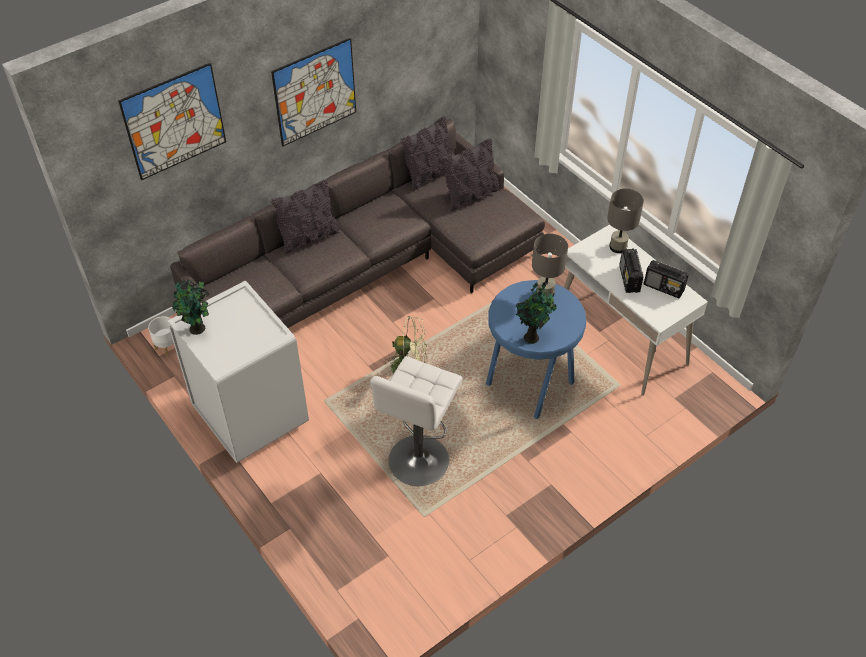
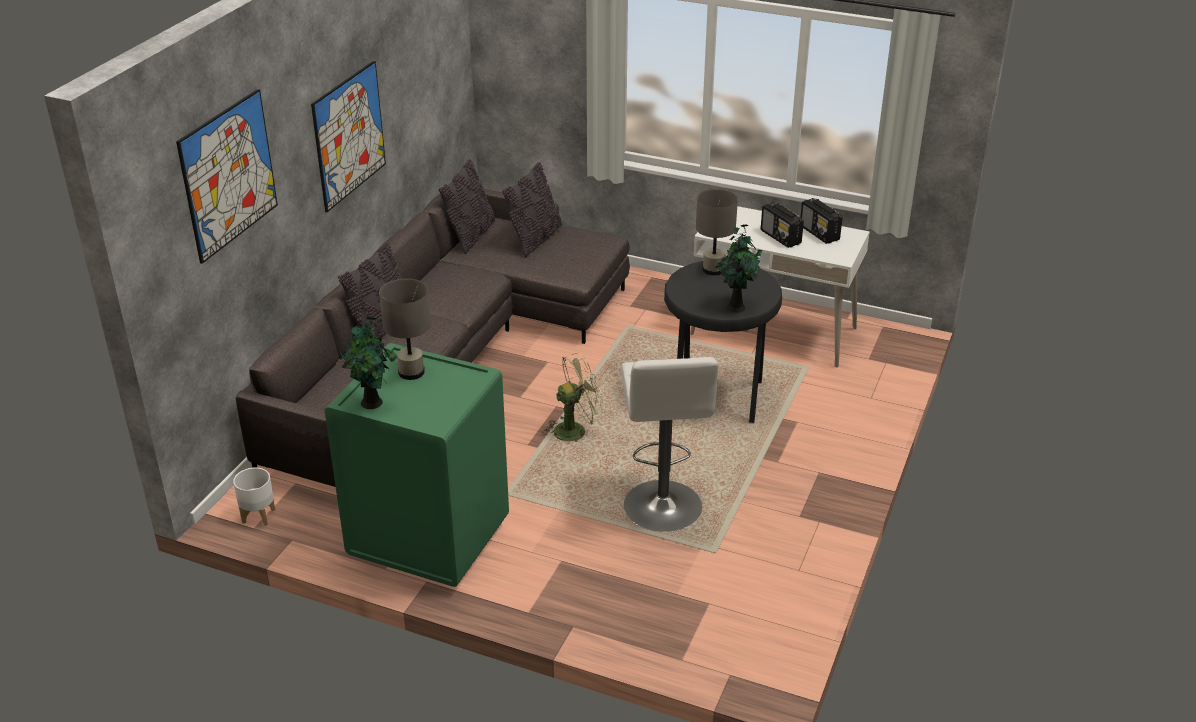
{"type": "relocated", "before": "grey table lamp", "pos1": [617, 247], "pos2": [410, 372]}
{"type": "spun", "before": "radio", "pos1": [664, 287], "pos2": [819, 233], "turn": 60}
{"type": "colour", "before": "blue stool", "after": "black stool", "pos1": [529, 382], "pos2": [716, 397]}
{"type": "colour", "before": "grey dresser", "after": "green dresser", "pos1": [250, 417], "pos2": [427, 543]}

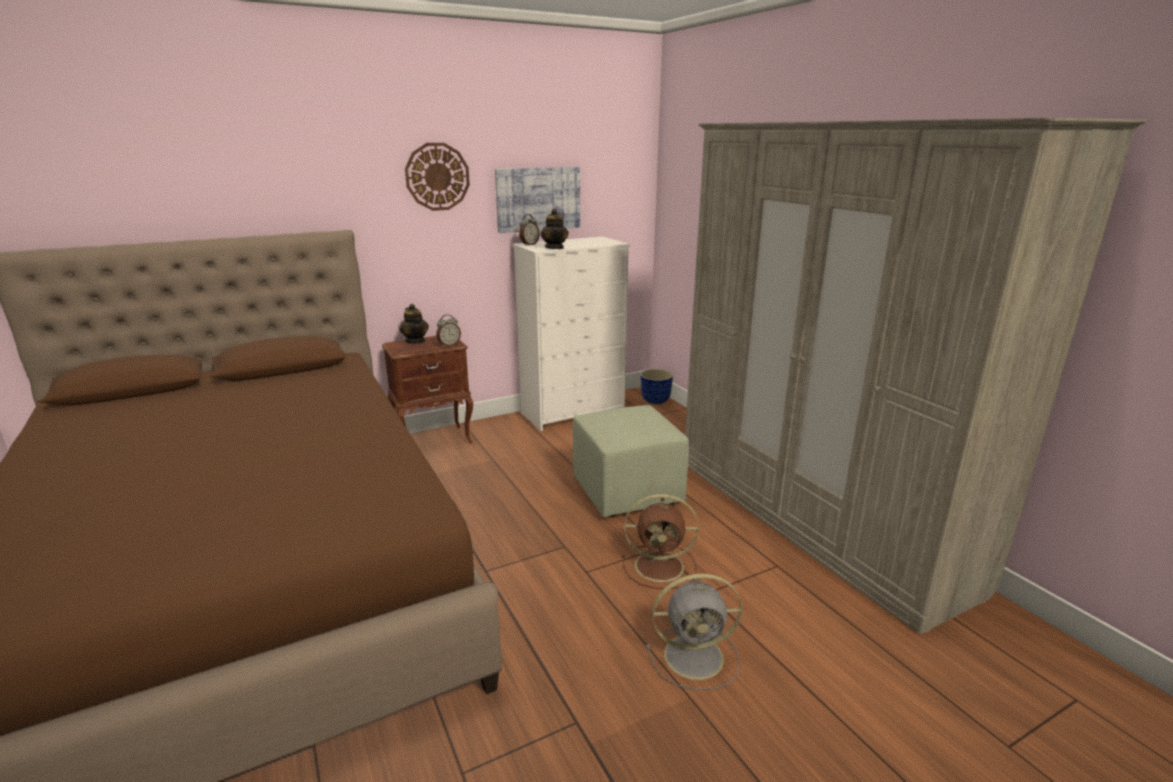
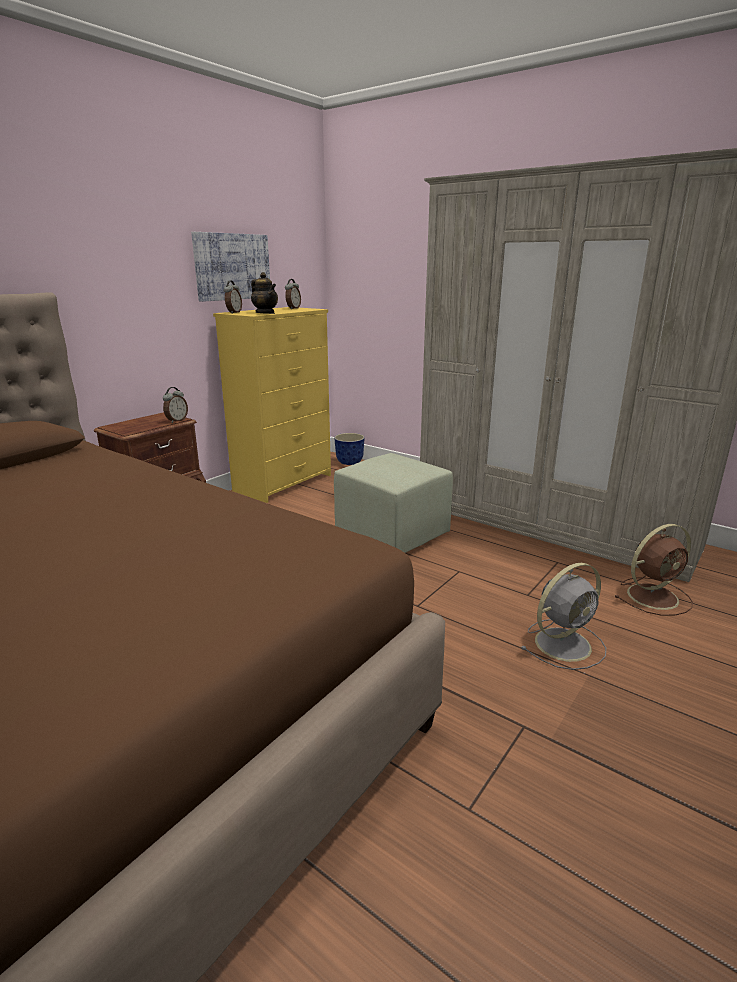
{"type": "missing", "before": "wall clock", "pos1": [437, 177]}
{"type": "colour", "before": "white dresser", "after": "yellow dresser", "pos1": [574, 412], "pos2": [284, 483]}
{"type": "missing", "before": "teapot", "pos1": [415, 341]}
{"type": "relocated", "before": "brown fan", "pos1": [661, 566], "pos2": [654, 596]}
{"type": "appeared", "after": "alarm clock", "pos2": [293, 308]}

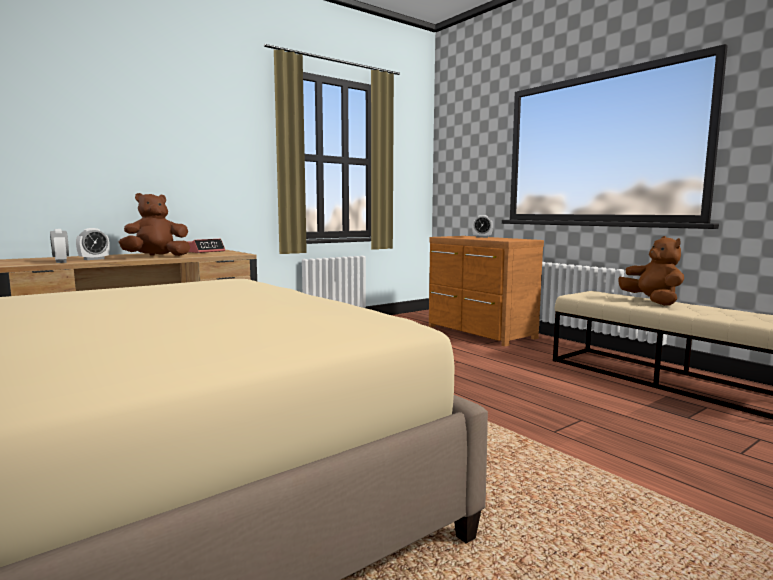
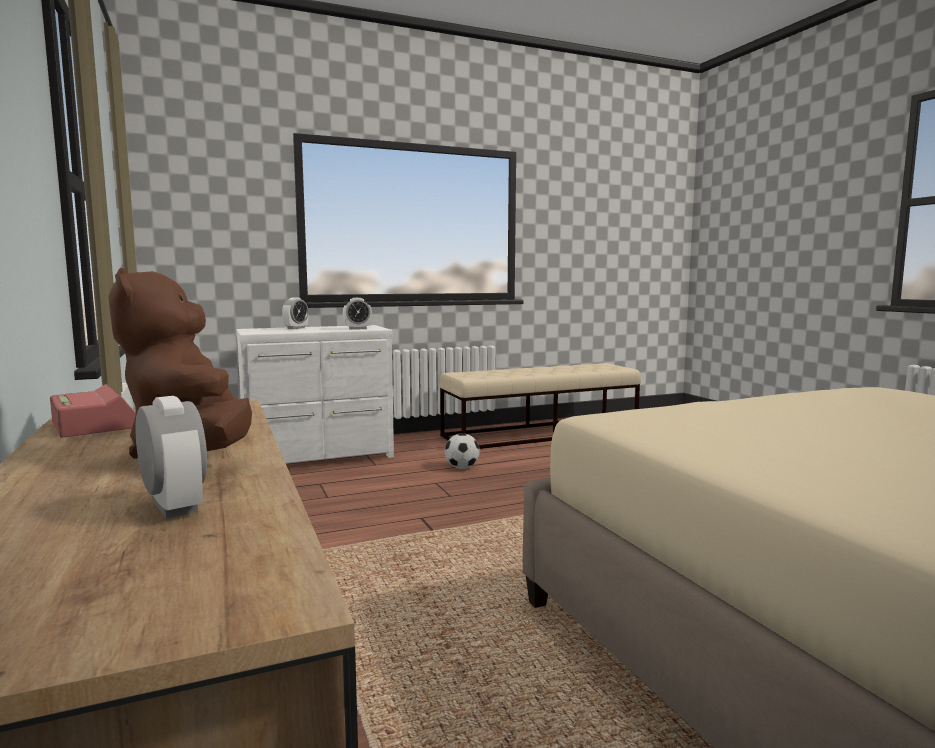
{"type": "relocated", "before": "alarm clock", "pos1": [61, 262], "pos2": [357, 329]}
{"type": "colour", "before": "brown dresser", "after": "white dresser", "pos1": [479, 332], "pos2": [320, 456]}
{"type": "missing", "before": "brown plush toy", "pos1": [652, 302]}
{"type": "appeared", "after": "football", "pos2": [462, 468]}

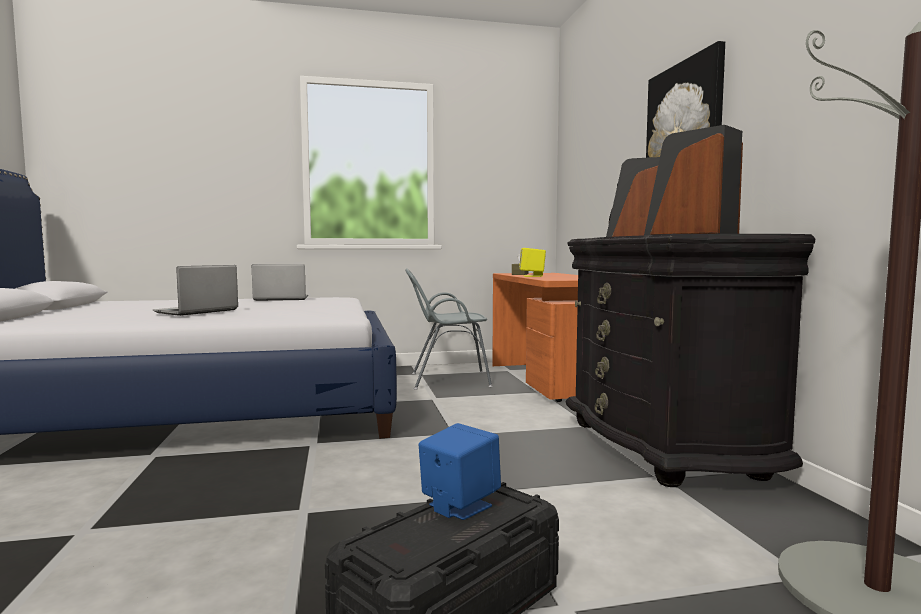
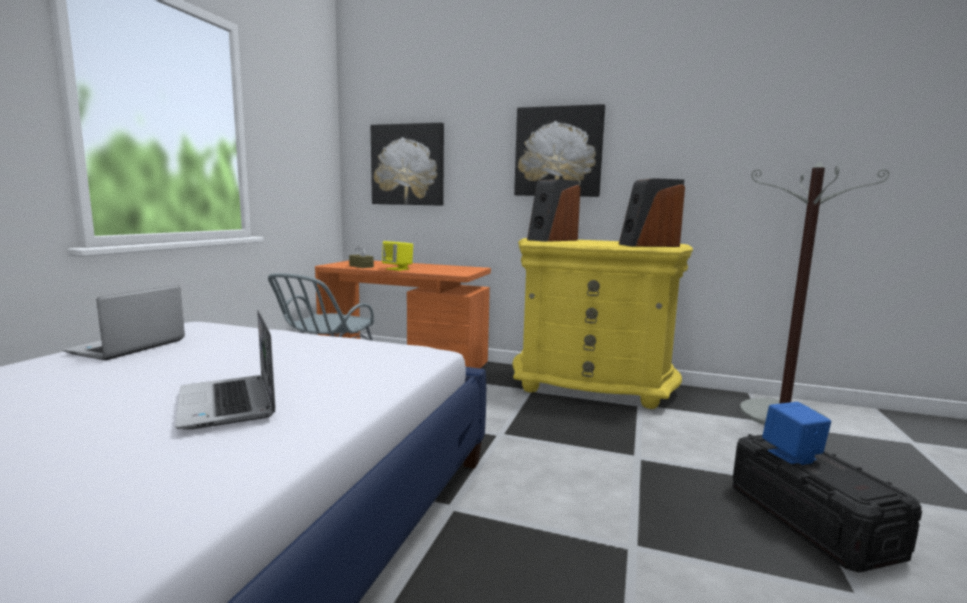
{"type": "colour", "before": "black dresser", "after": "yellow dresser", "pos1": [658, 447], "pos2": [591, 388]}
{"type": "appeared", "after": "picture", "pos2": [408, 165]}

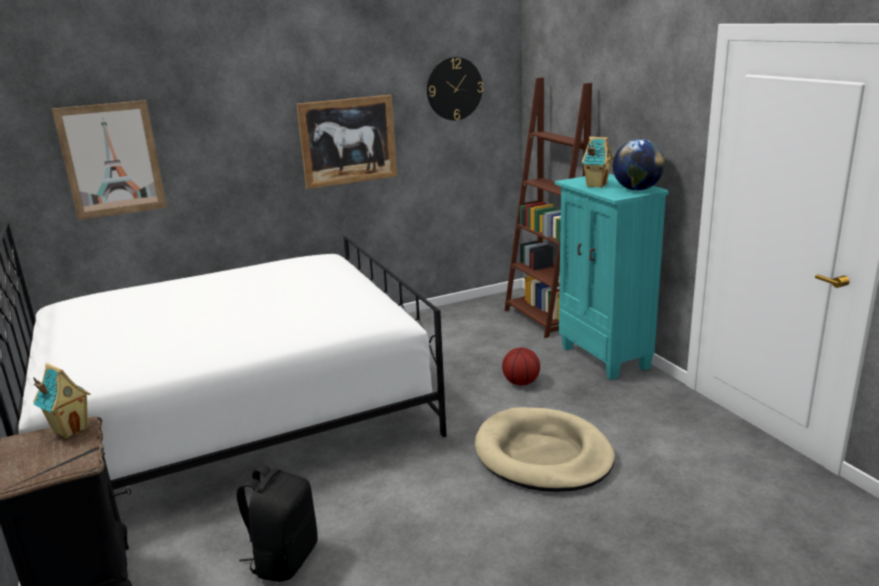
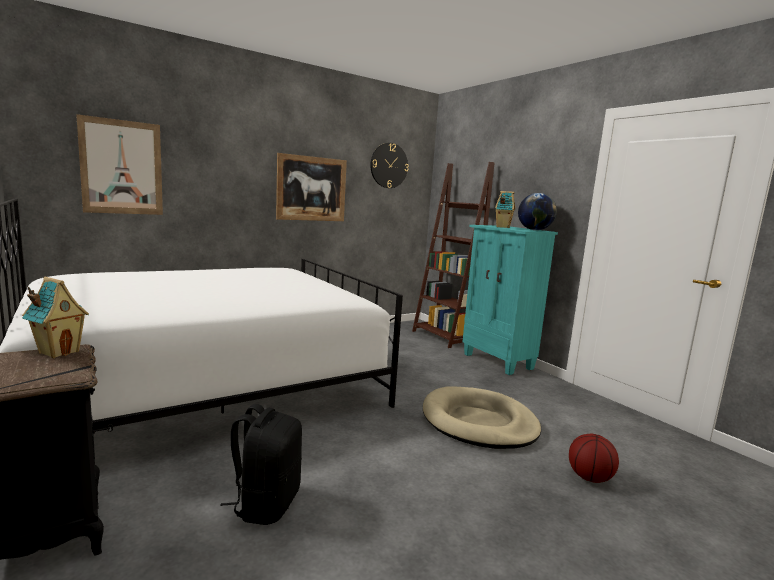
{"type": "relocated", "before": "basketball", "pos1": [521, 383], "pos2": [590, 478]}

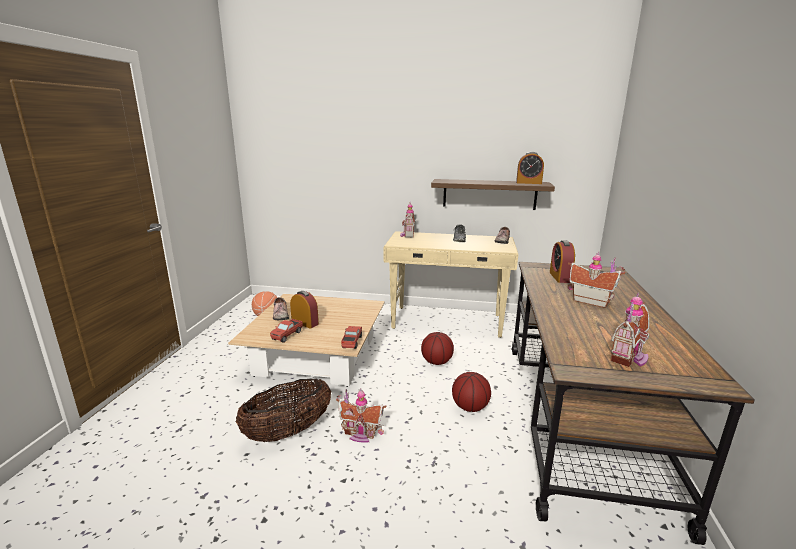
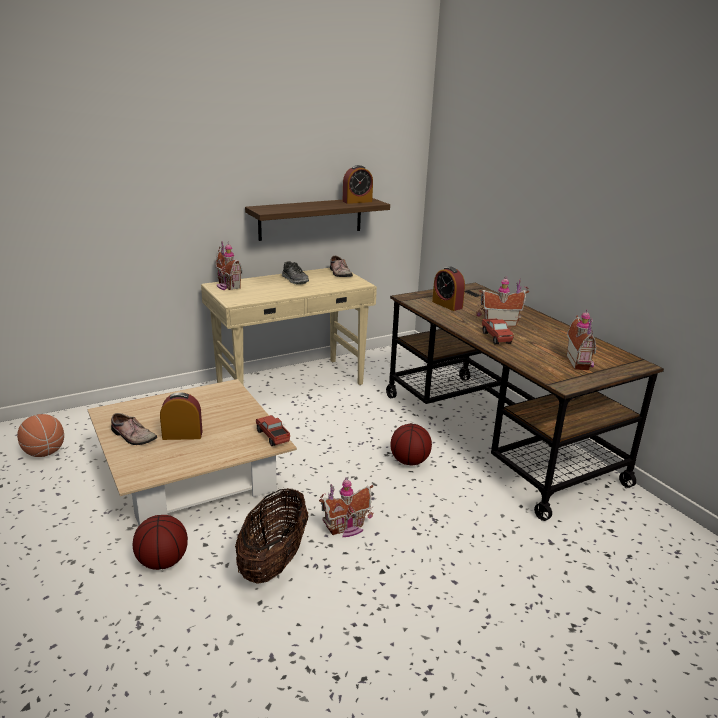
{"type": "relocated", "before": "toy truck", "pos1": [287, 335], "pos2": [496, 338]}
{"type": "relocated", "before": "basketball", "pos1": [436, 362], "pos2": [162, 562]}

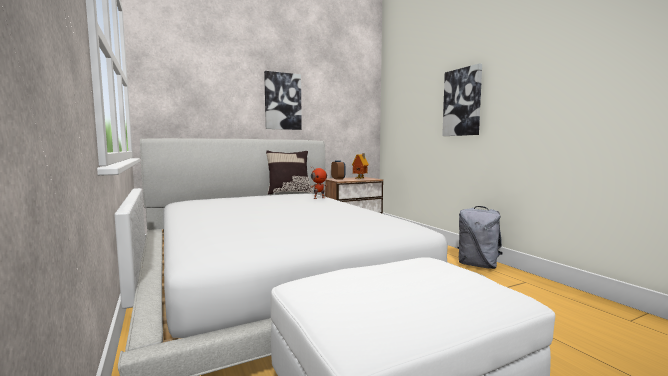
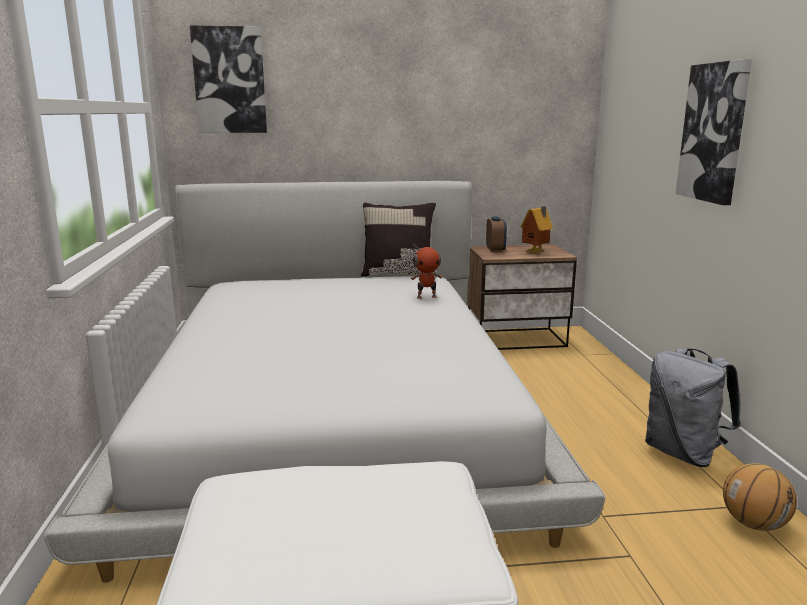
{"type": "relocated", "before": "picture", "pos1": [282, 101], "pos2": [230, 80]}
{"type": "appeared", "after": "basketball", "pos2": [754, 524]}

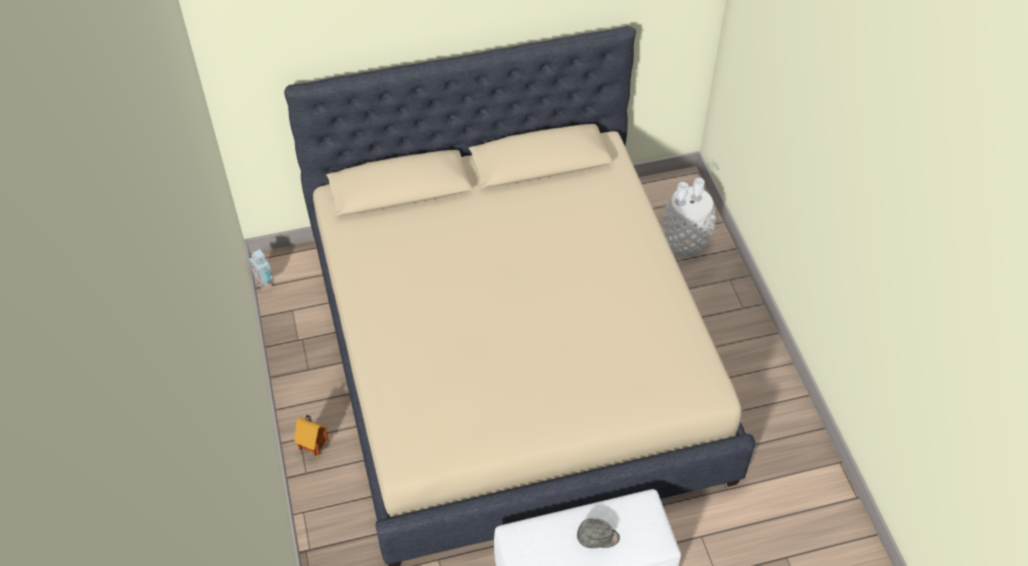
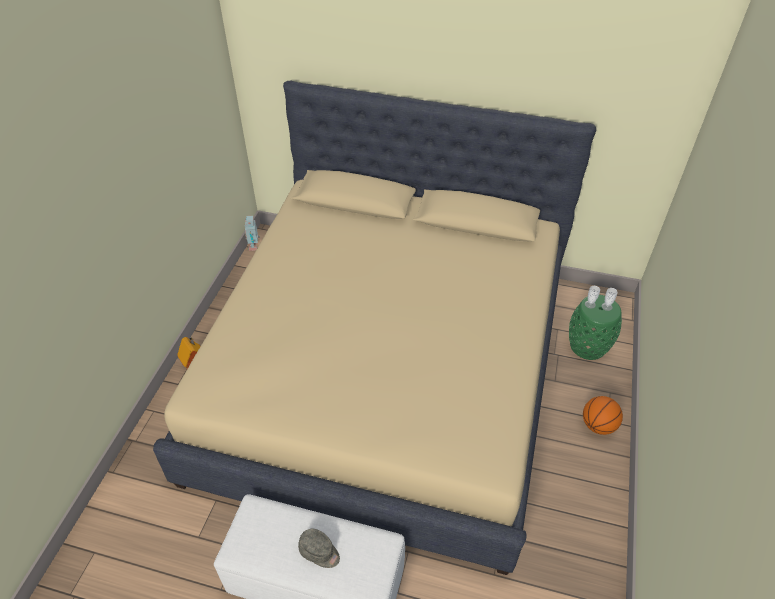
{"type": "colour", "before": "white stool", "after": "green stool", "pos1": [684, 242], "pos2": [587, 346]}
{"type": "appeared", "after": "basketball", "pos2": [598, 425]}

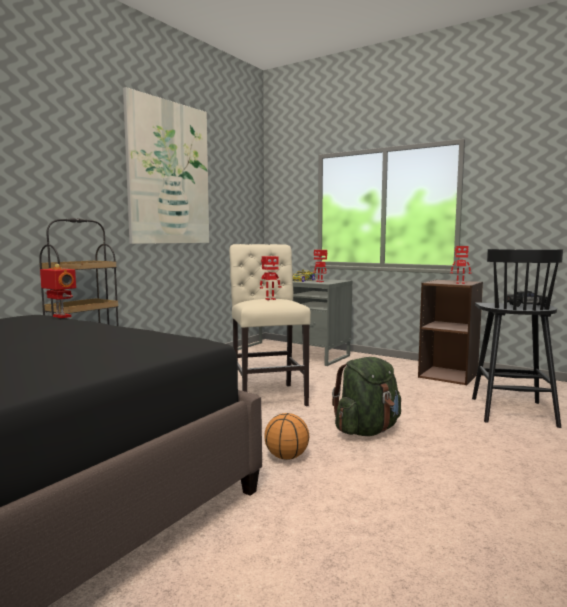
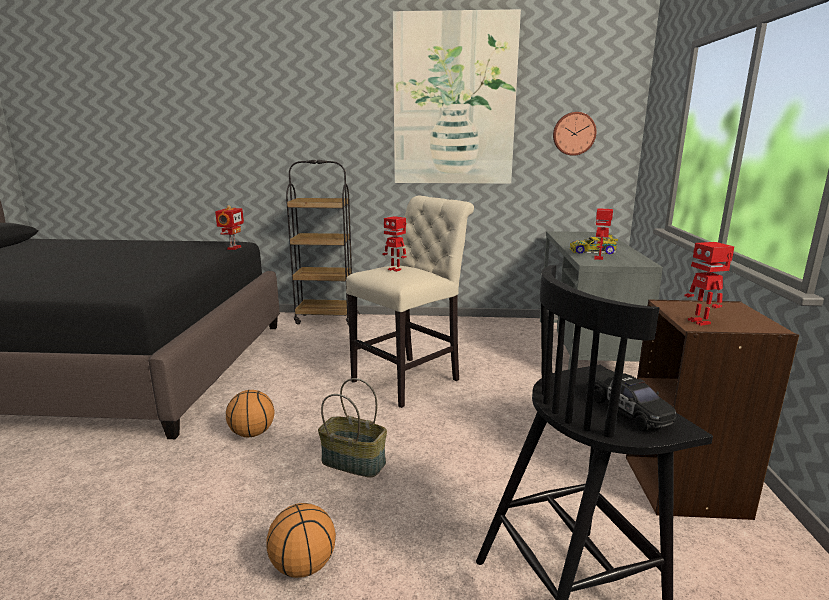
{"type": "exchanged", "before": "green backpack", "after": "basket", "pos1": [367, 430], "pos2": [354, 462]}
{"type": "appeared", "after": "wall clock", "pos2": [573, 133]}
{"type": "appeared", "after": "basketball", "pos2": [303, 567]}

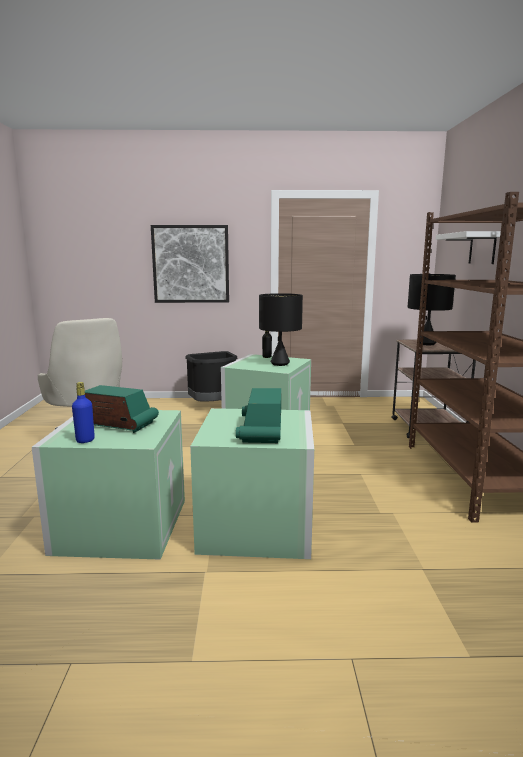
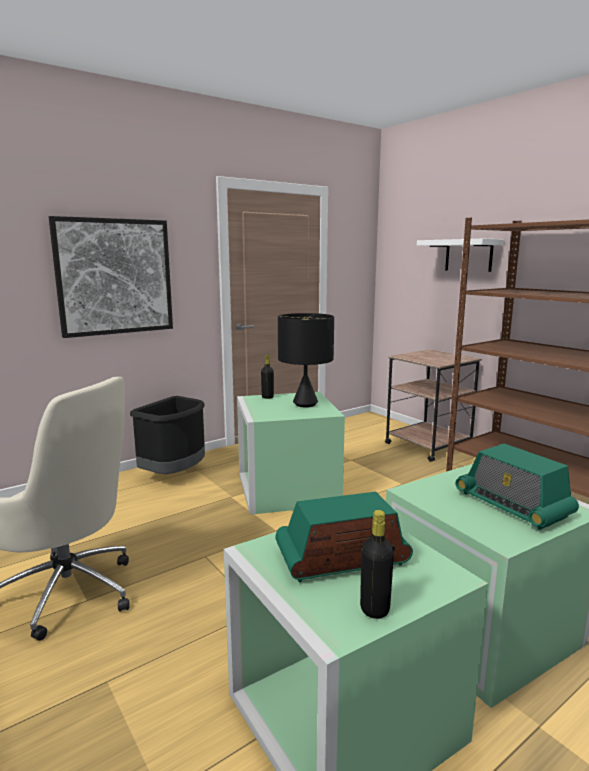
{"type": "missing", "before": "black table lamp", "pos1": [426, 344]}
{"type": "colour", "before": "blue bottle", "after": "black bottle", "pos1": [85, 440], "pos2": [374, 609]}

